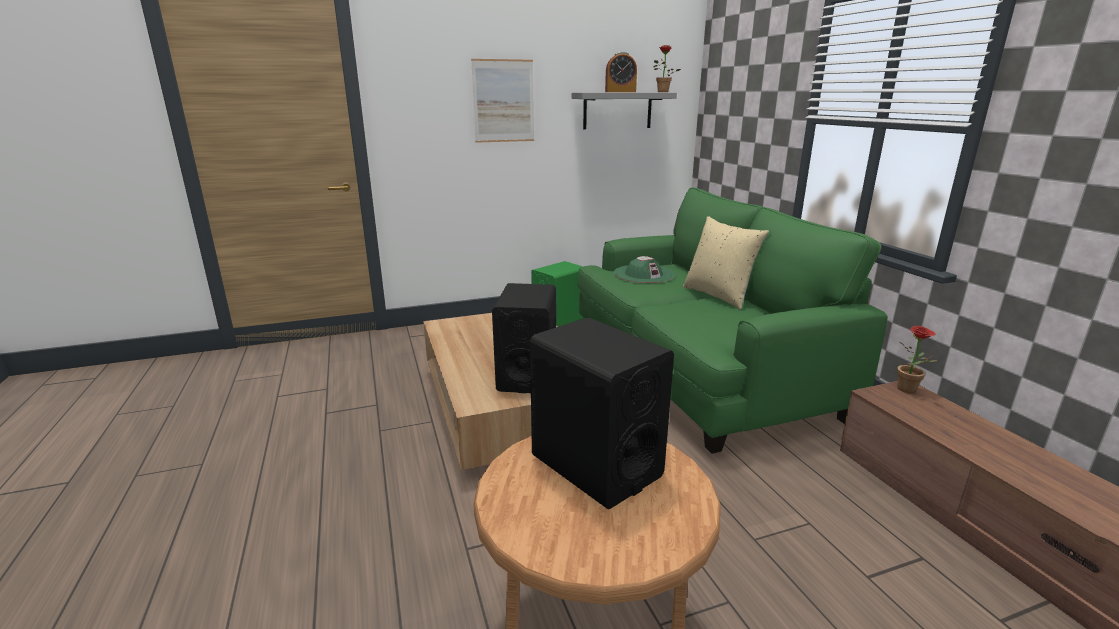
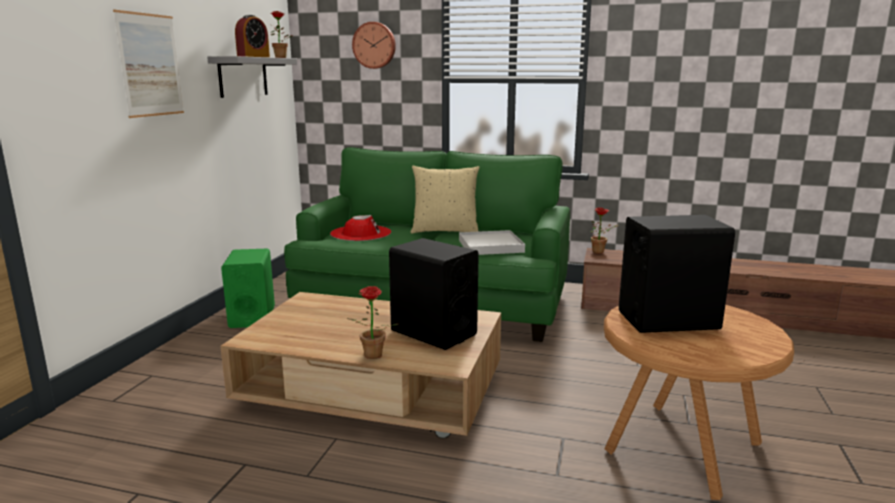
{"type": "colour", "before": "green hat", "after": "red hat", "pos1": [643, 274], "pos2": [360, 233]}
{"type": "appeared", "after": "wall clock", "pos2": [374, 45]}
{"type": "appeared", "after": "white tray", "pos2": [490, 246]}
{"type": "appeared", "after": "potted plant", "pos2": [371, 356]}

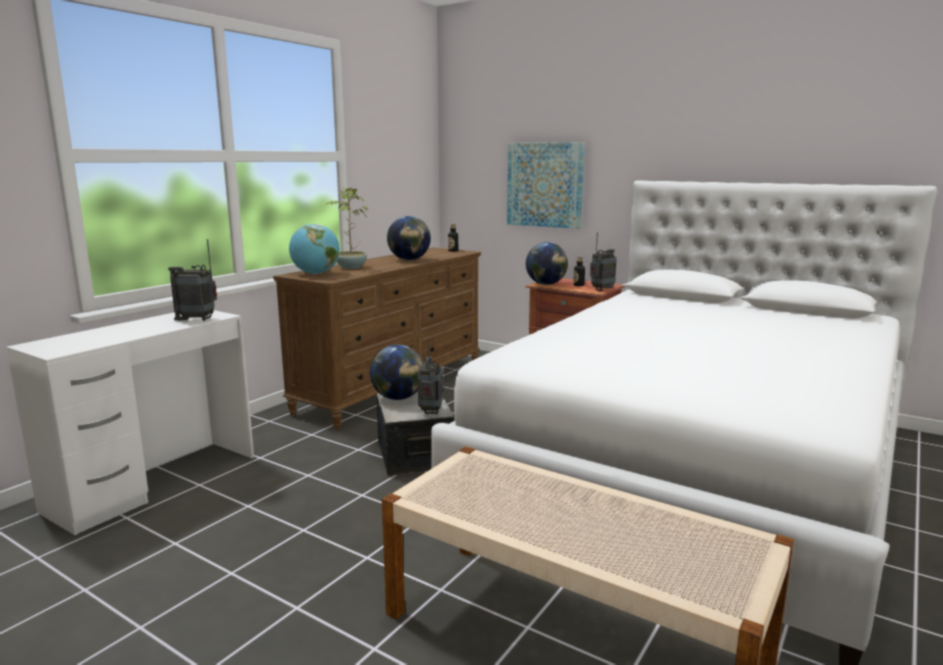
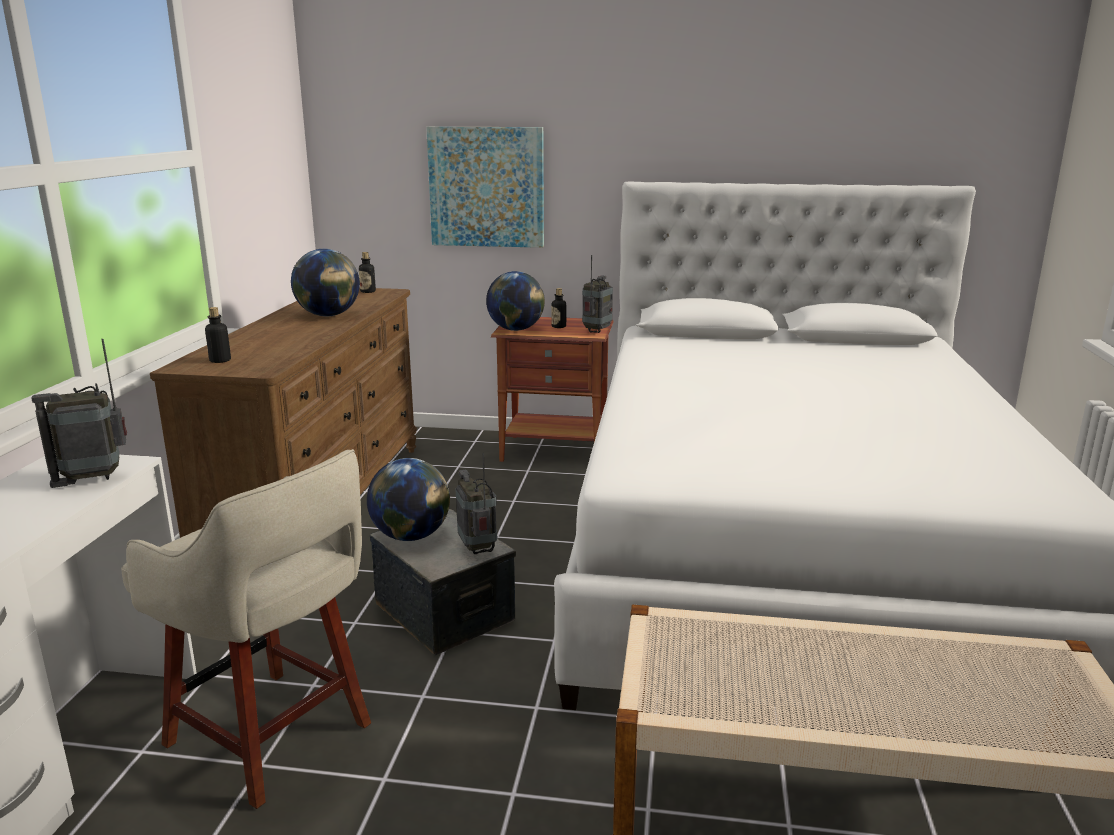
{"type": "missing", "before": "potted plant", "pos1": [350, 267]}
{"type": "exchanged", "before": "globe", "after": "bottle", "pos1": [315, 274], "pos2": [220, 360]}
{"type": "appeared", "after": "beige stool", "pos2": [273, 739]}

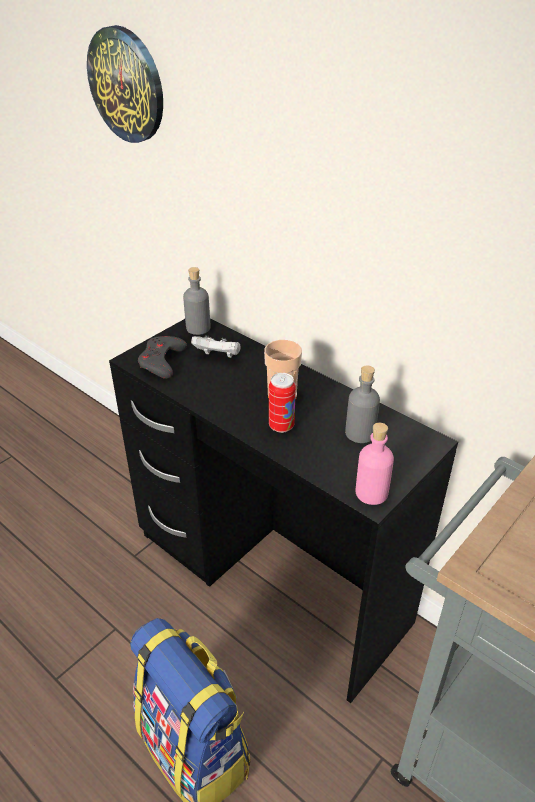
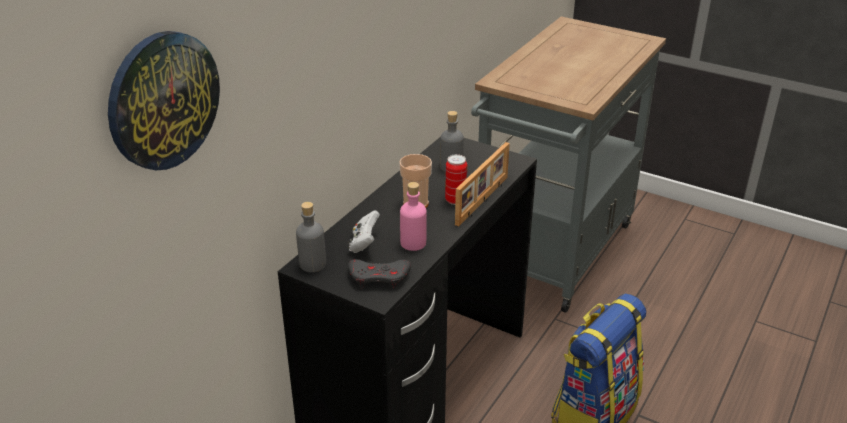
{"type": "relocated", "before": "pink bottle", "pos1": [371, 493], "pos2": [413, 243]}
{"type": "appeared", "after": "picture frame", "pos2": [483, 201]}

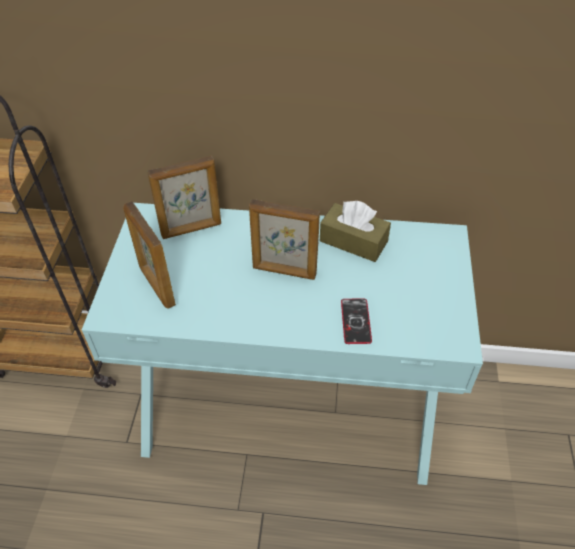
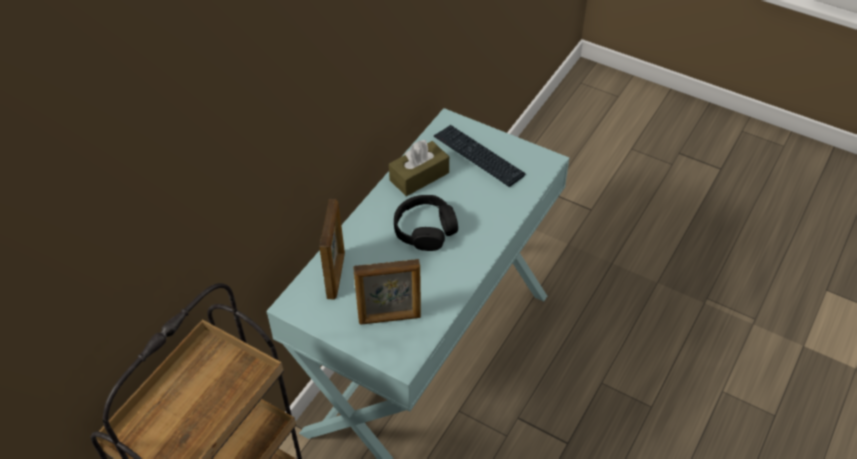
{"type": "exchanged", "before": "picture frame", "after": "black headphones", "pos1": [284, 271], "pos2": [425, 229]}
{"type": "missing", "before": "phone", "pos1": [355, 321]}
{"type": "appeared", "after": "keyboard", "pos2": [478, 156]}

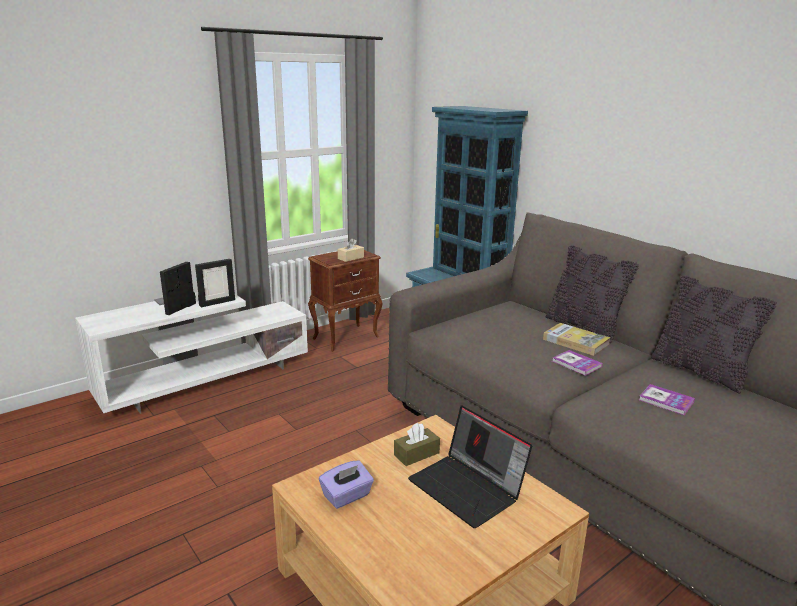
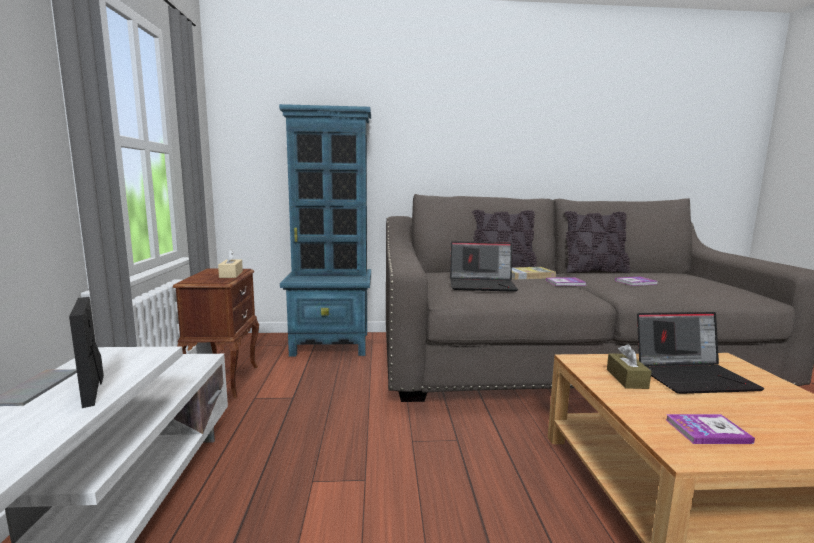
{"type": "missing", "before": "picture frame", "pos1": [217, 302]}
{"type": "exchanged", "before": "purple tissue box", "after": "book", "pos1": [347, 496], "pos2": [707, 431]}
{"type": "appeared", "after": "laptop", "pos2": [483, 285]}

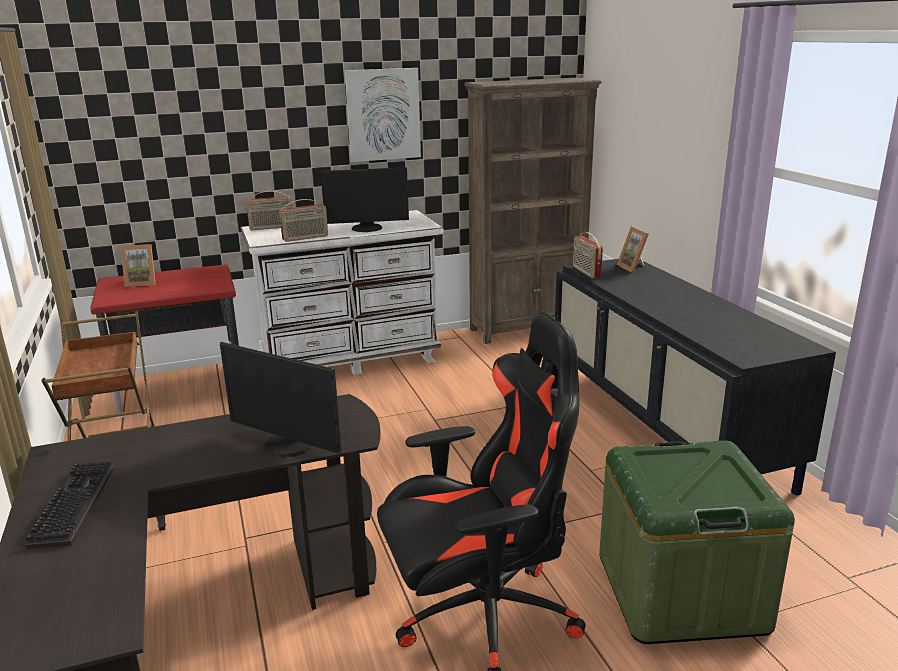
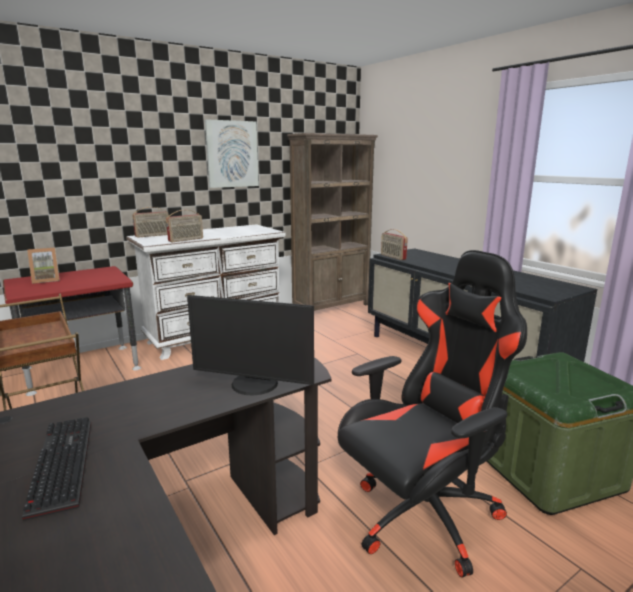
{"type": "missing", "before": "monitor", "pos1": [367, 229]}
{"type": "missing", "before": "picture frame", "pos1": [634, 268]}

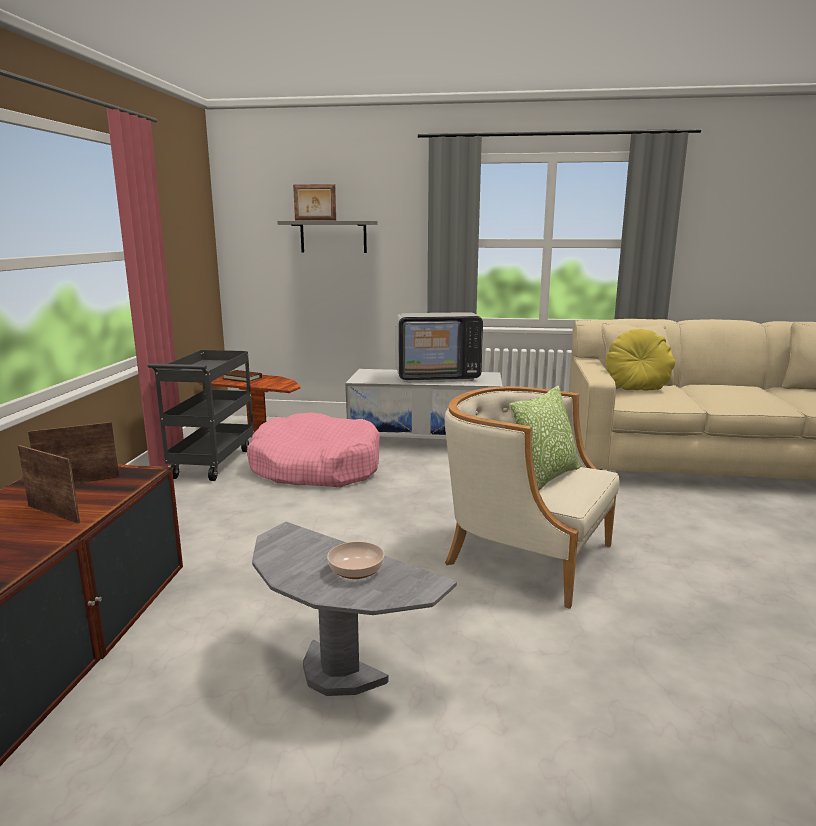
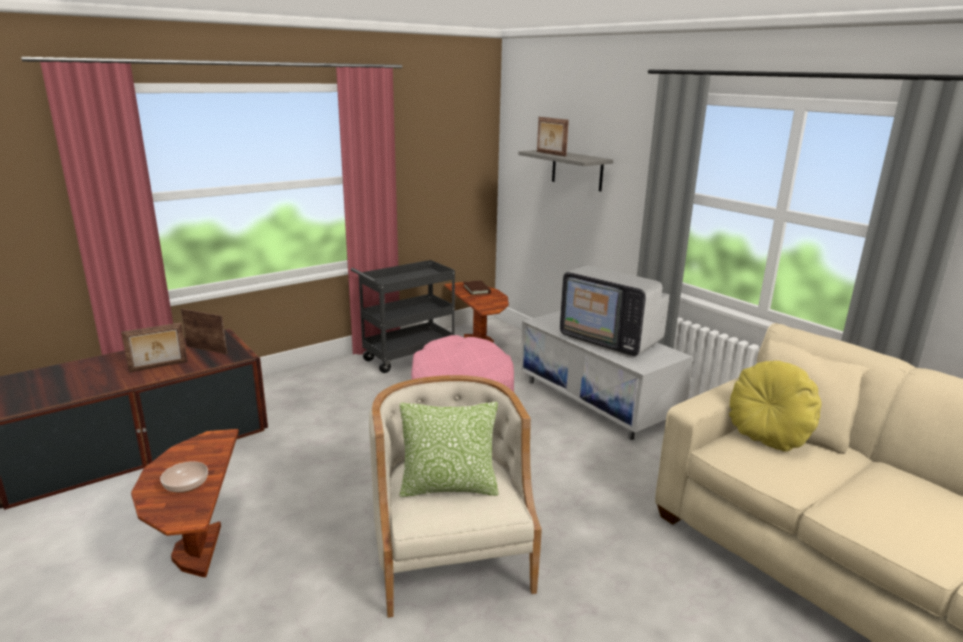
{"type": "spun", "before": "picture frame", "pos1": [55, 513], "pos2": [159, 367], "turn": 75}
{"type": "colour", "before": "grey side table", "after": "brown side table", "pos1": [338, 672], "pos2": [199, 551]}

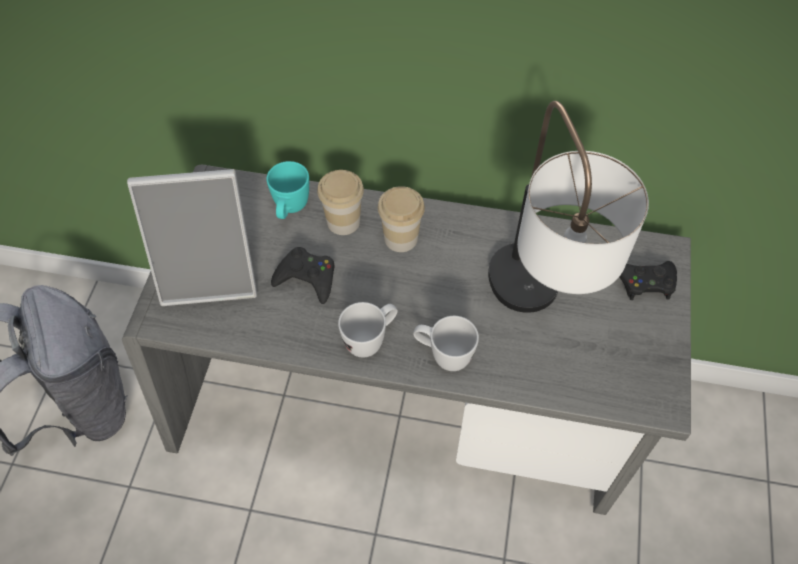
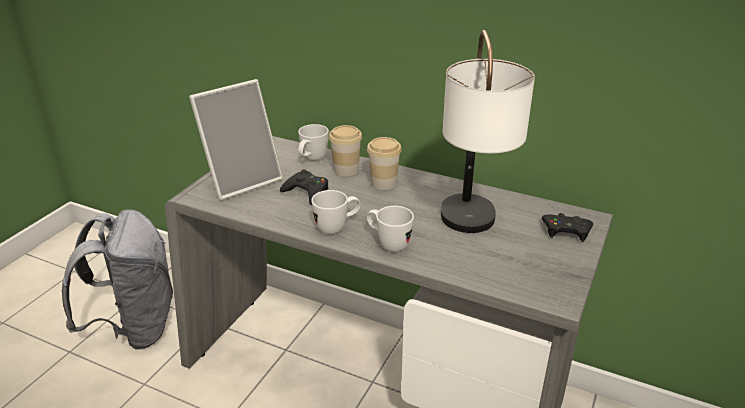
{"type": "colour", "before": "turquoise mug", "after": "white mug", "pos1": [290, 210], "pos2": [312, 160]}
{"type": "spun", "before": "picture frame", "pos1": [211, 273], "pos2": [241, 180], "turn": -45}

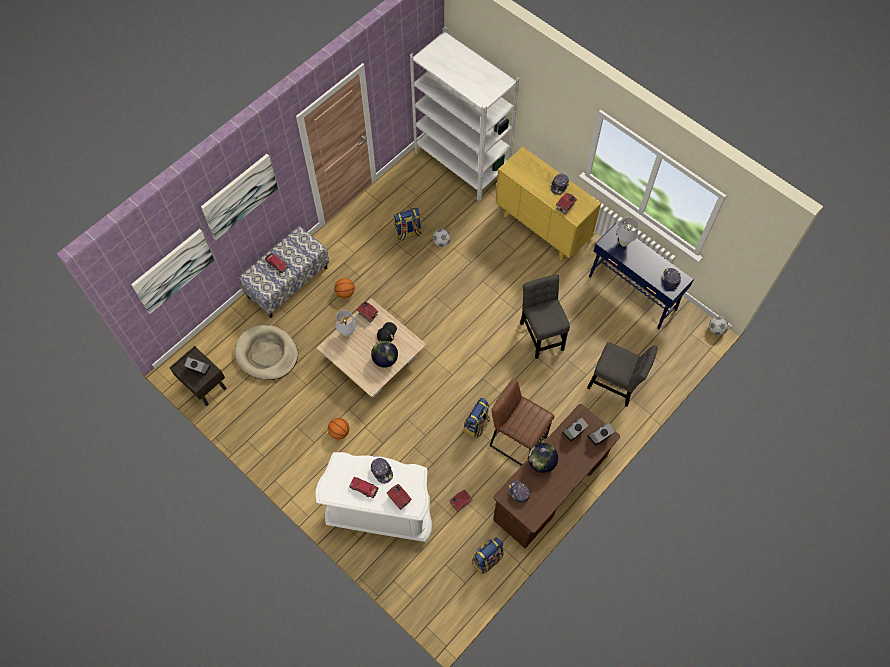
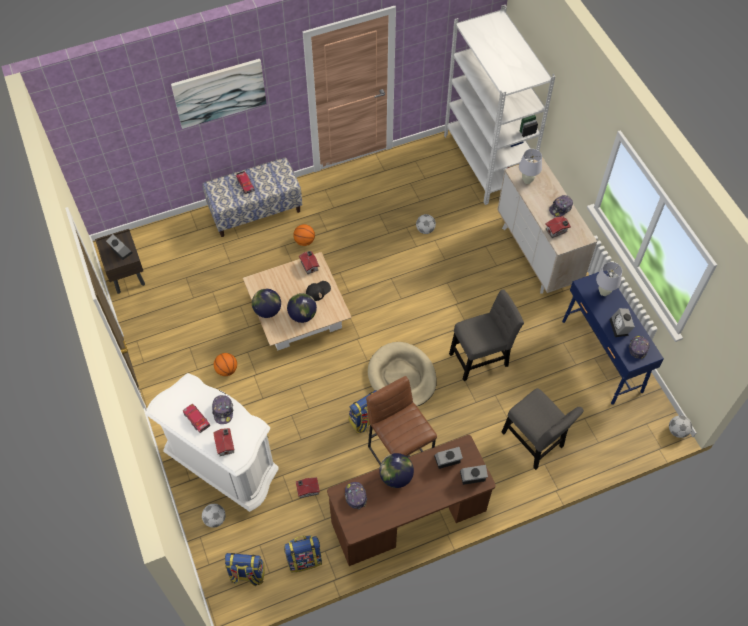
{"type": "colour", "before": "yellow dresser", "after": "white dresser", "pos1": [542, 228], "pos2": [537, 254]}
{"type": "relocated", "before": "backpack", "pos1": [408, 233], "pos2": [247, 574]}
{"type": "missing", "before": "picture", "pos1": [173, 270]}
{"type": "spun", "before": "grey chair", "pos1": [541, 333], "pos2": [481, 358], "turn": 60}
{"type": "relocated", "before": "white table lamp", "pos1": [347, 333], "pos2": [527, 180]}
{"type": "relocated", "before": "beige dog bed", "pos1": [267, 354], "pos2": [402, 377]}
{"type": "appeared", "after": "globe", "pos2": [267, 310]}
{"type": "appeared", "after": "alarm clock", "pos2": [620, 327]}
{"type": "appeared", "after": "football", "pos2": [215, 519]}

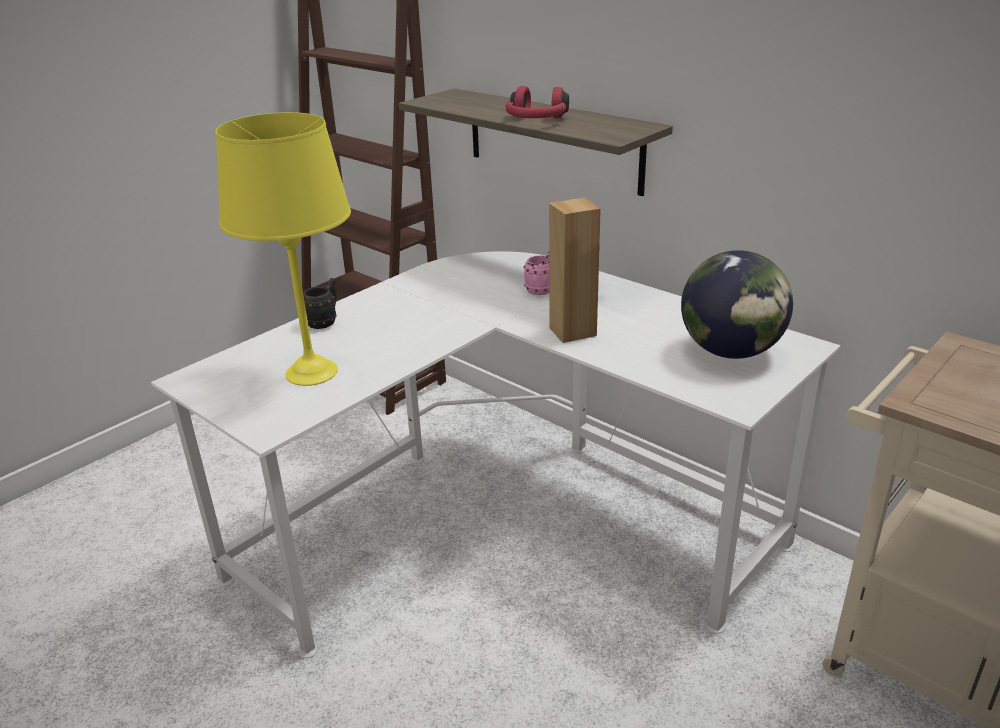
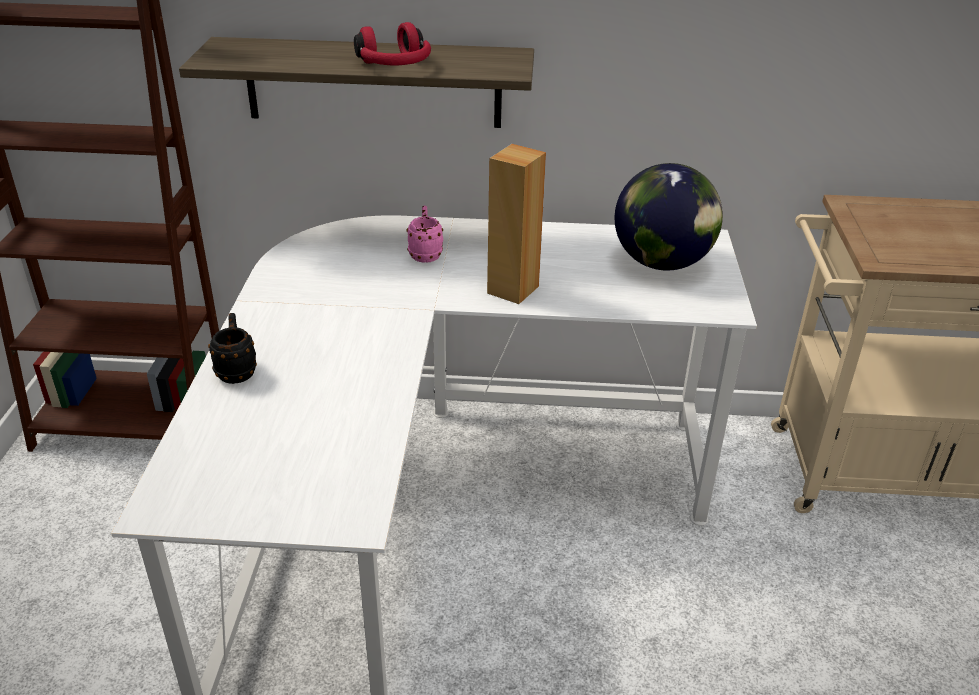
{"type": "missing", "before": "yellow table lamp", "pos1": [311, 373]}

